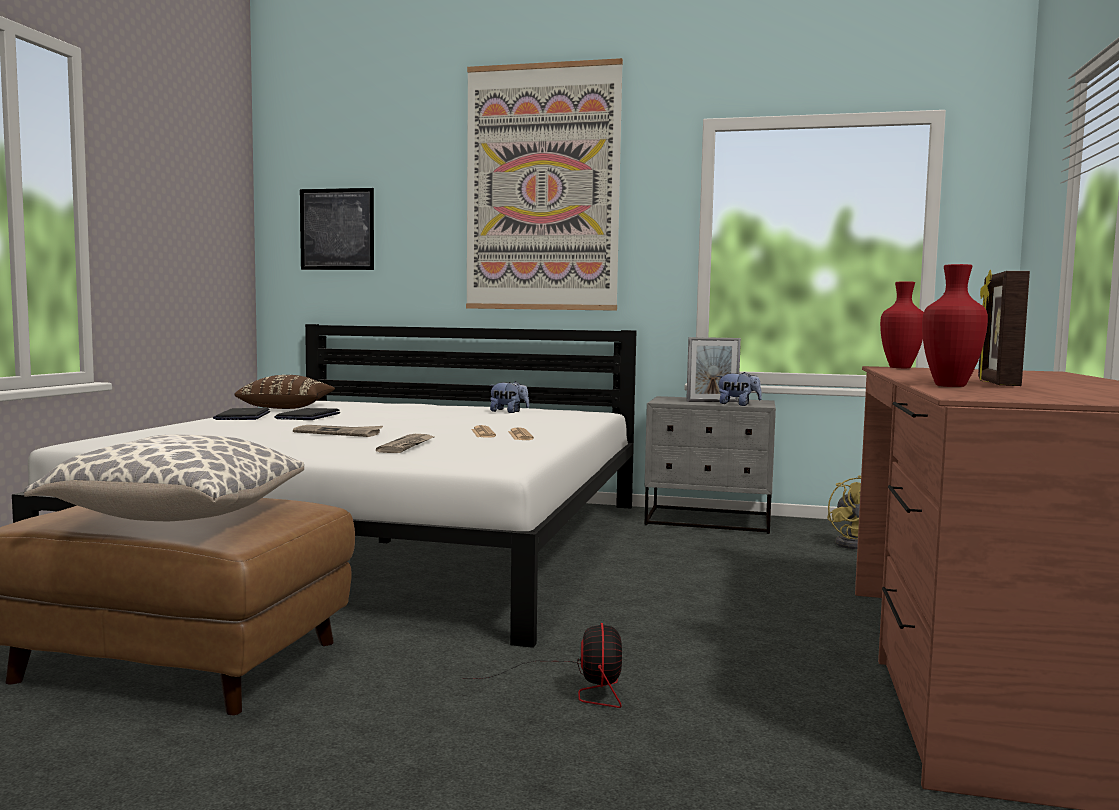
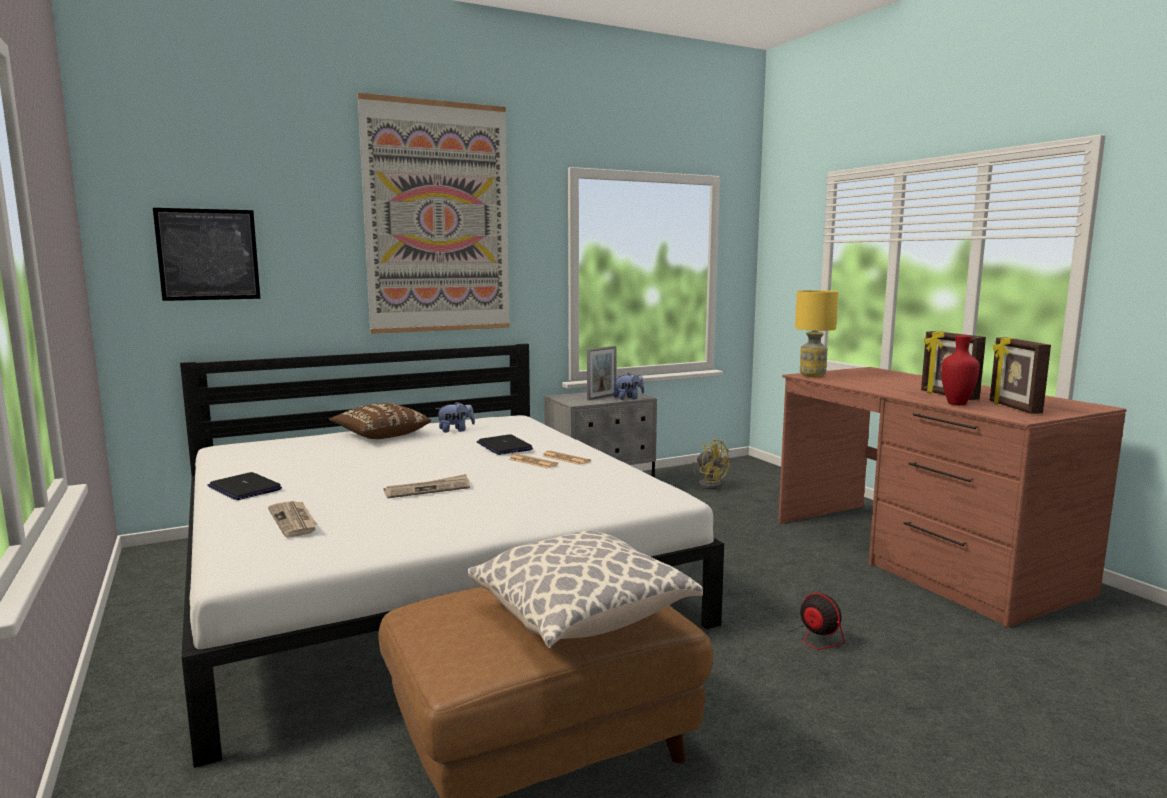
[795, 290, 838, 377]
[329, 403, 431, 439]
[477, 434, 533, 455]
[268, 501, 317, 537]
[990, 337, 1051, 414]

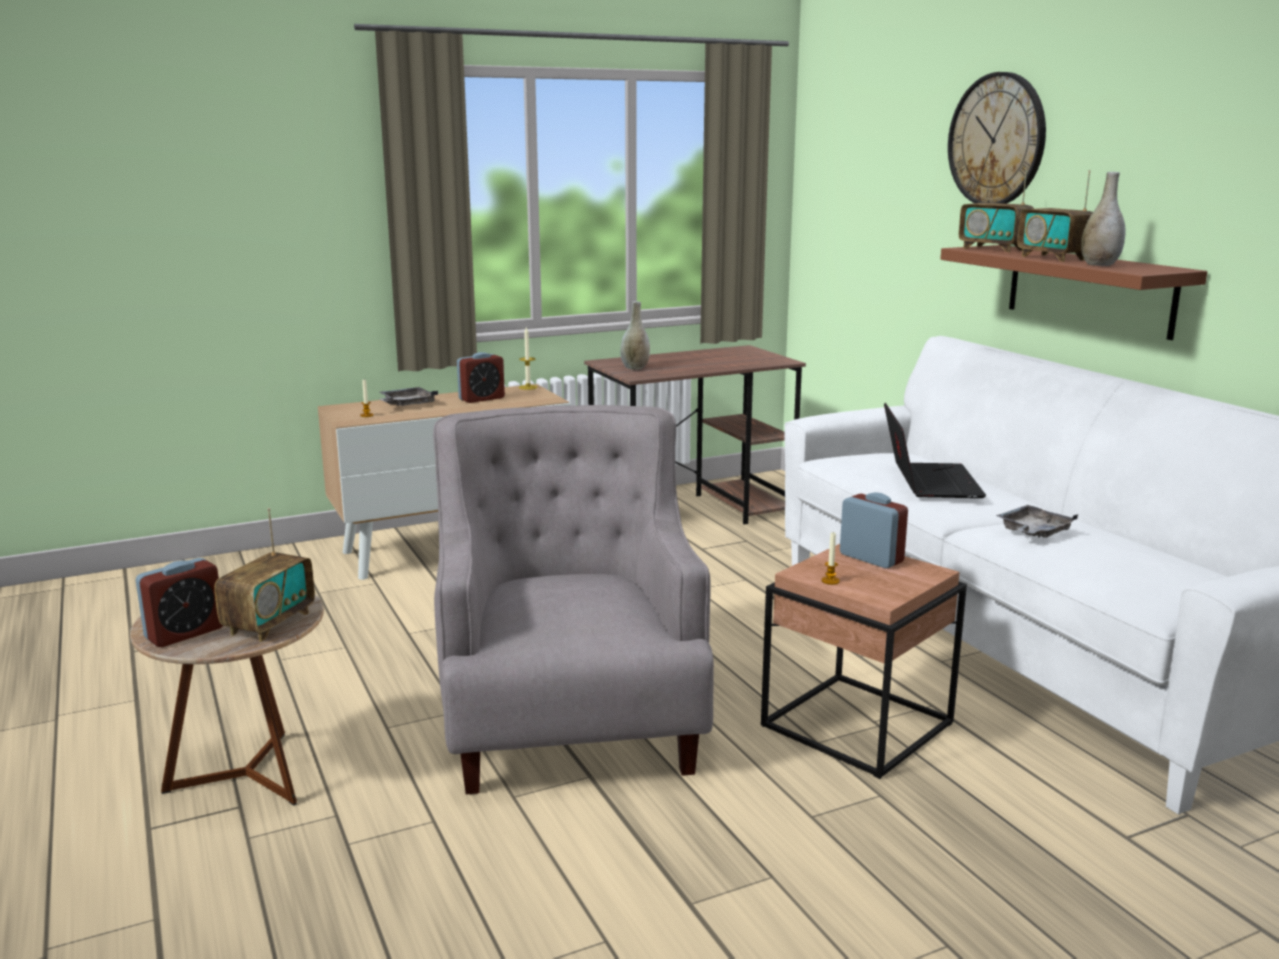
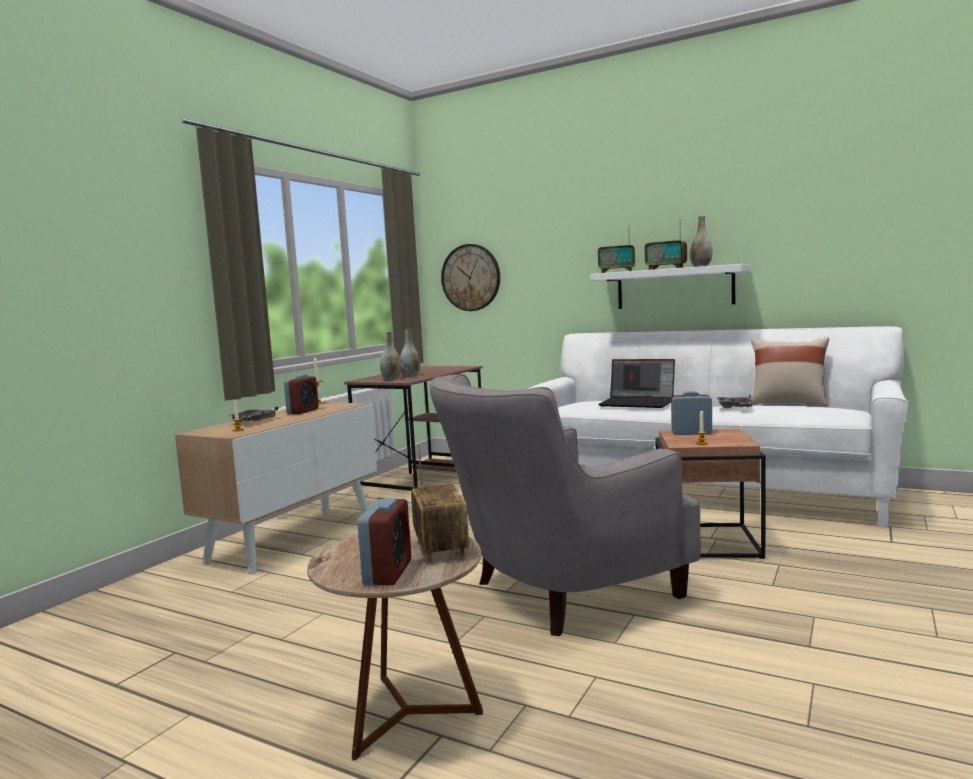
[441, 244, 500, 311]
[590, 264, 751, 309]
[598, 359, 675, 408]
[430, 374, 701, 636]
[400, 330, 420, 376]
[751, 337, 829, 407]

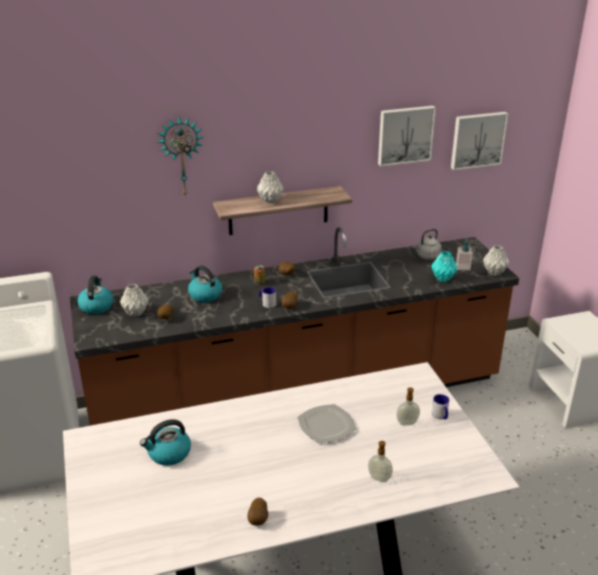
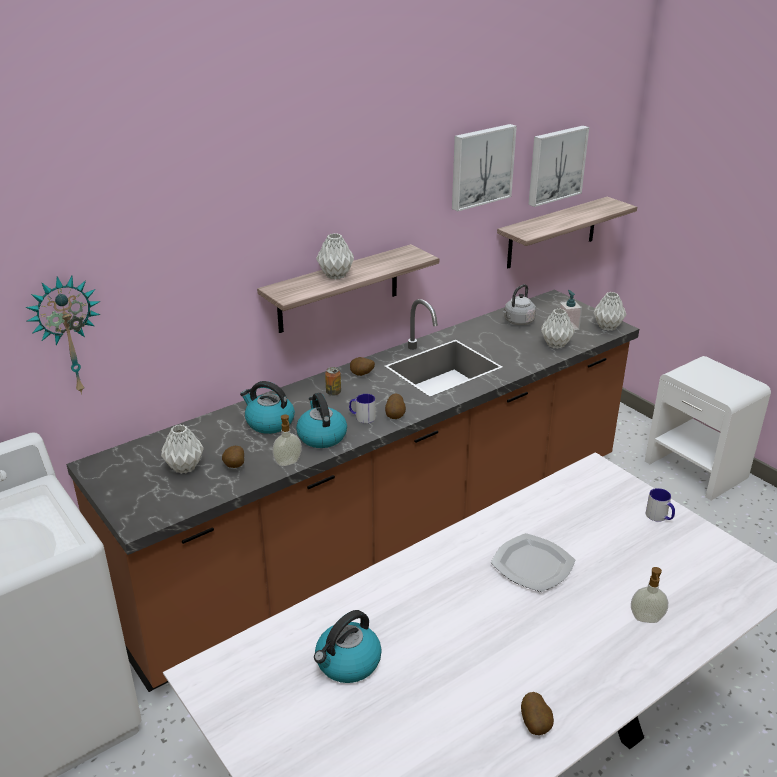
[25, 276, 100, 395]
[541, 309, 575, 349]
[296, 393, 347, 448]
[272, 414, 302, 466]
[497, 197, 637, 269]

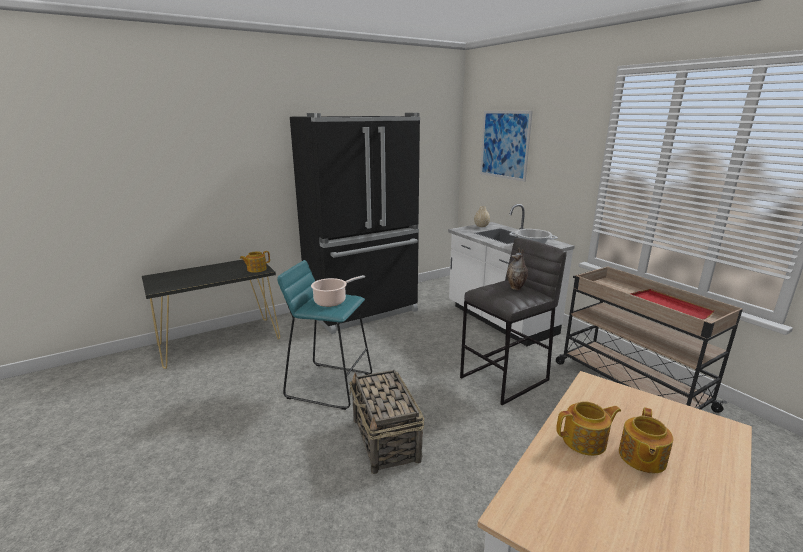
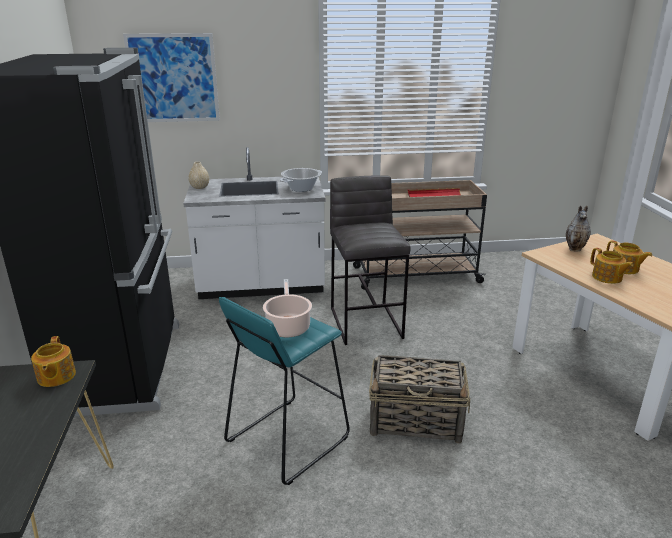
[566, 206, 591, 251]
[590, 248, 633, 284]

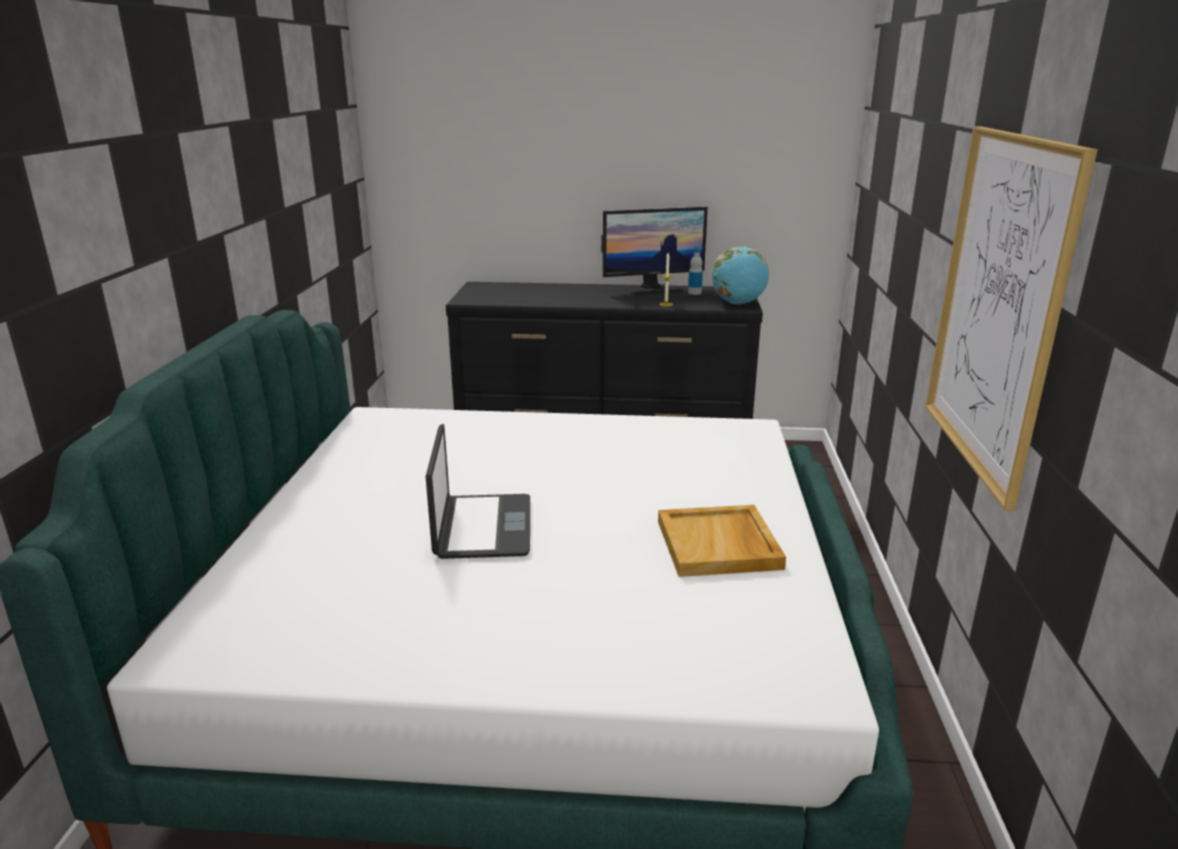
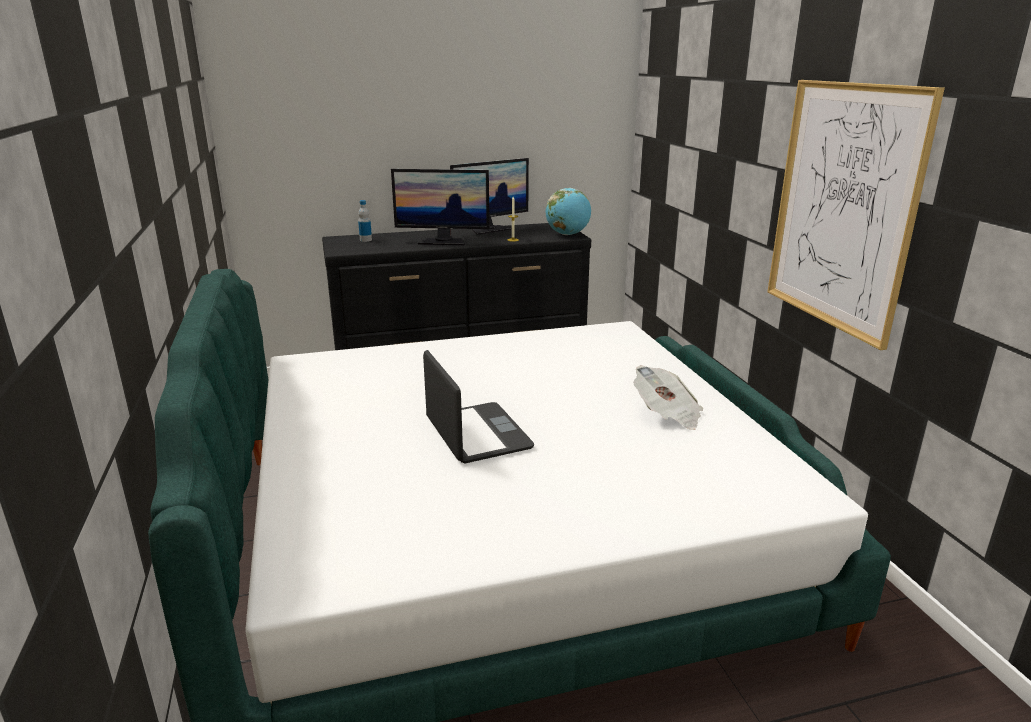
[358, 200, 372, 242]
[633, 365, 703, 430]
[391, 169, 490, 245]

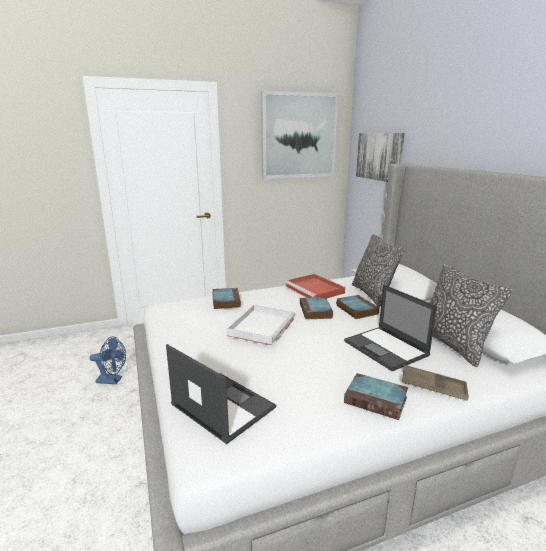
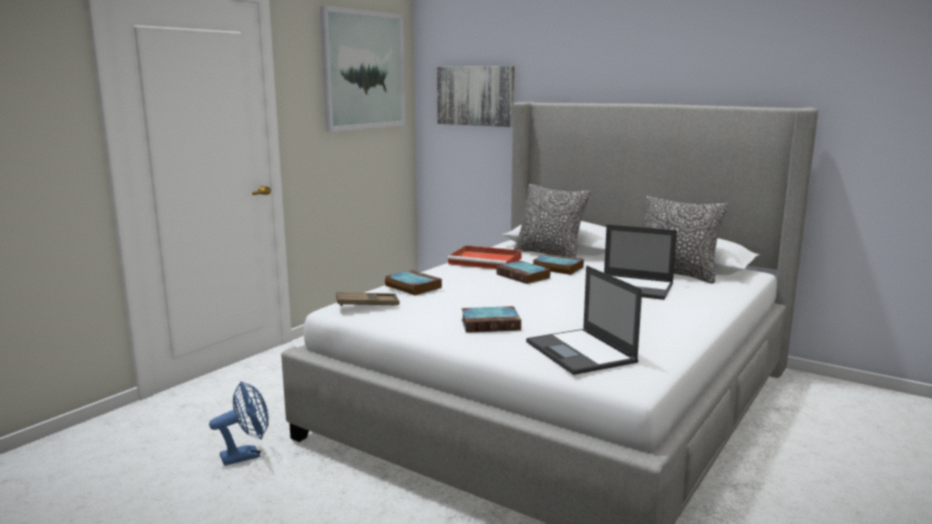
[227, 305, 295, 345] (first image)
[526, 266, 642, 375]
[336, 292, 400, 306]
[461, 306, 521, 333]

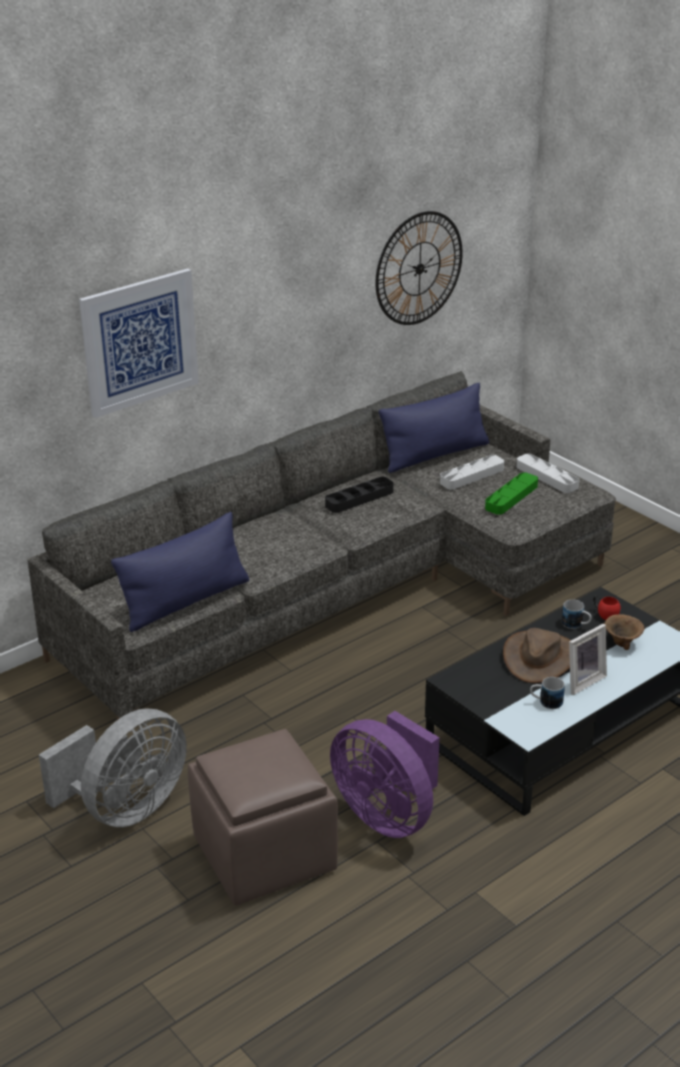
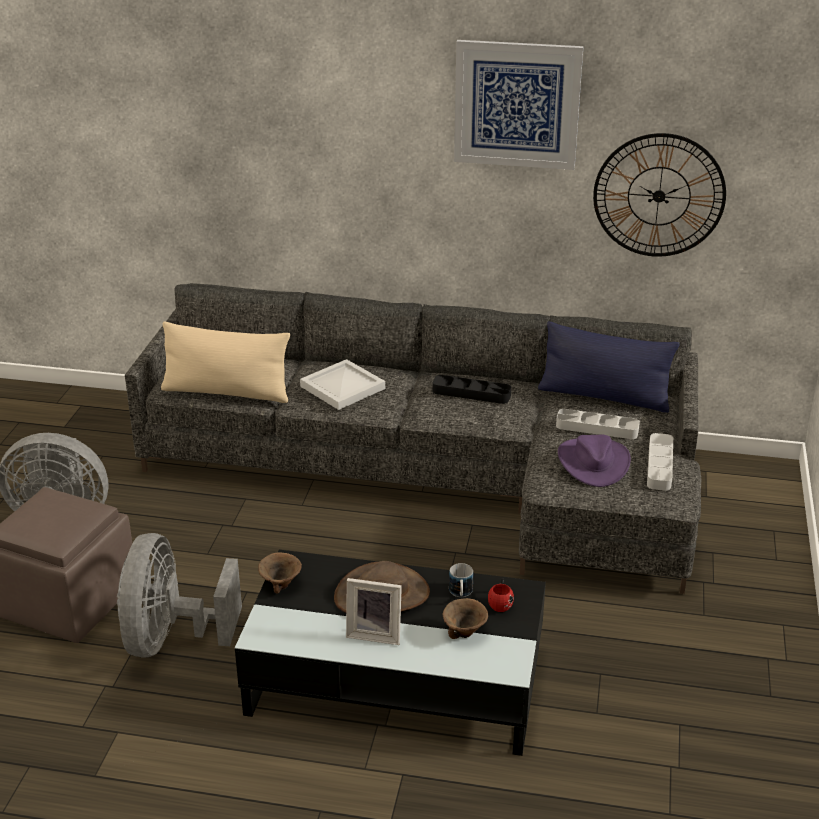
[454, 40, 584, 170]
[558, 434, 631, 487]
[161, 322, 290, 403]
[530, 677, 565, 709] (first image)
[117, 533, 242, 658]
[300, 359, 385, 410]
[258, 552, 302, 593]

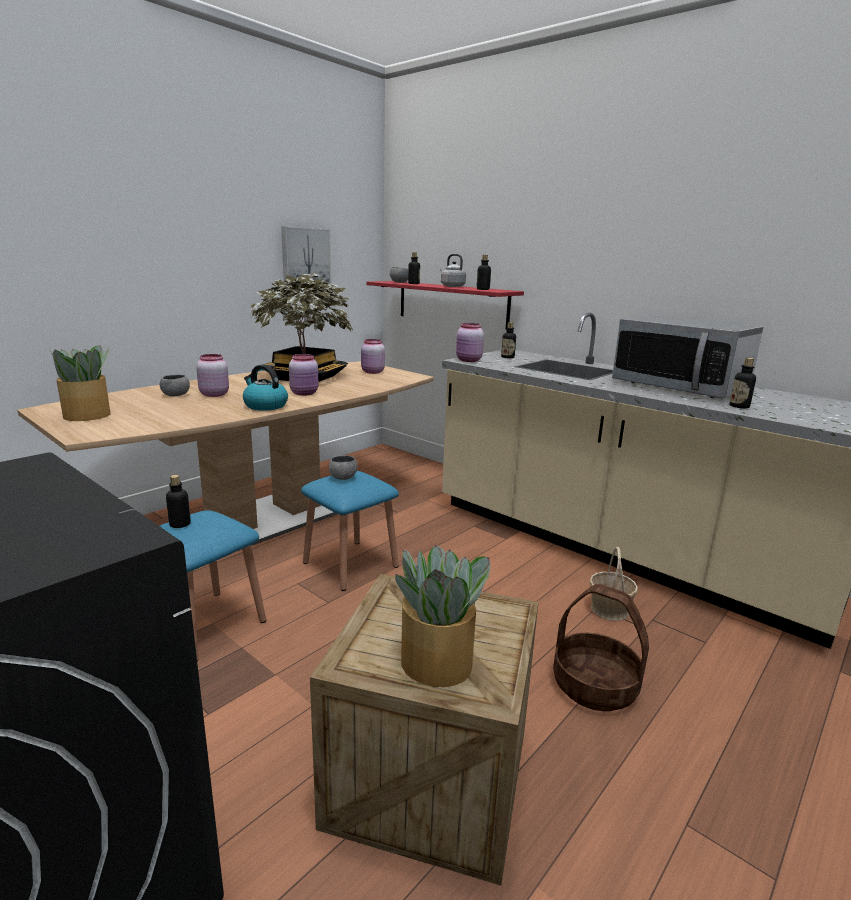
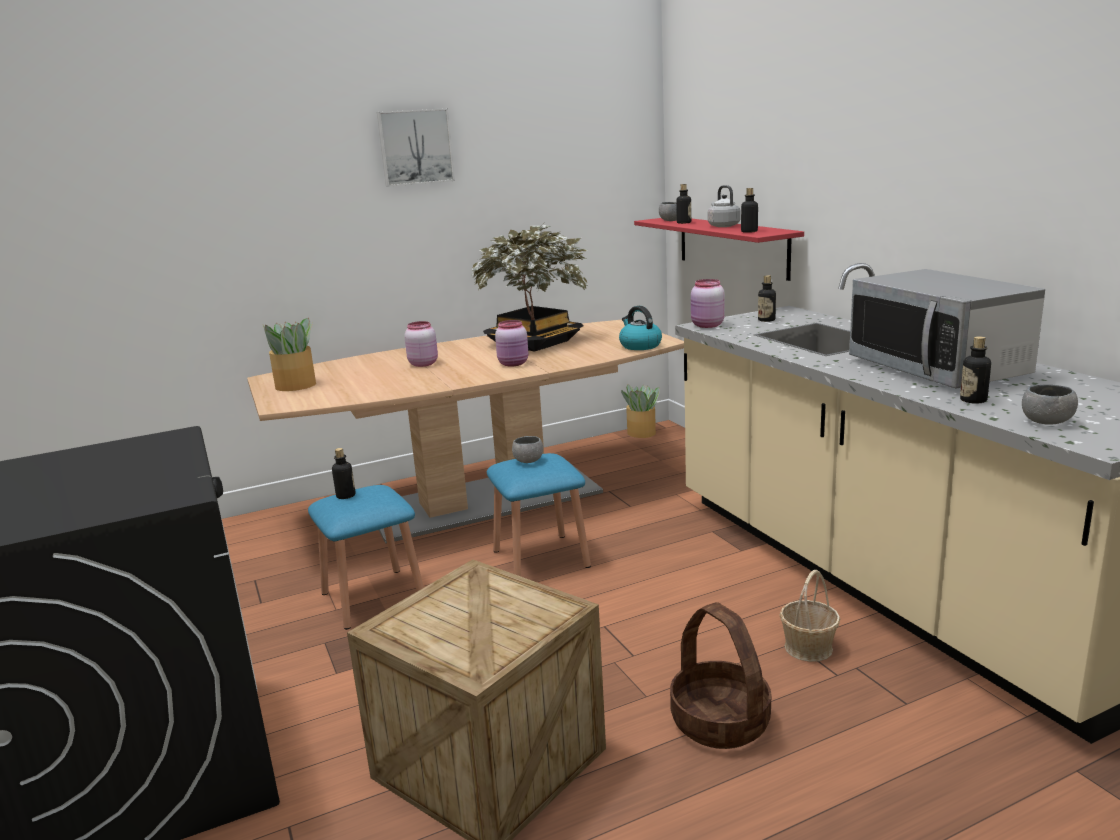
[377, 108, 455, 187]
[361, 339, 385, 374] (first image)
[619, 306, 662, 350]
[1022, 384, 1078, 425]
[621, 384, 660, 438]

